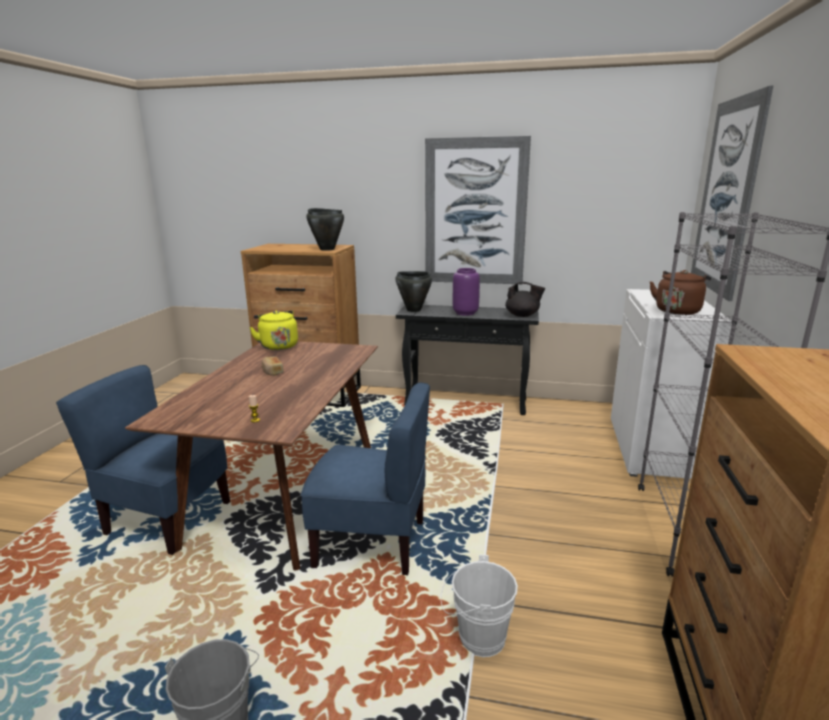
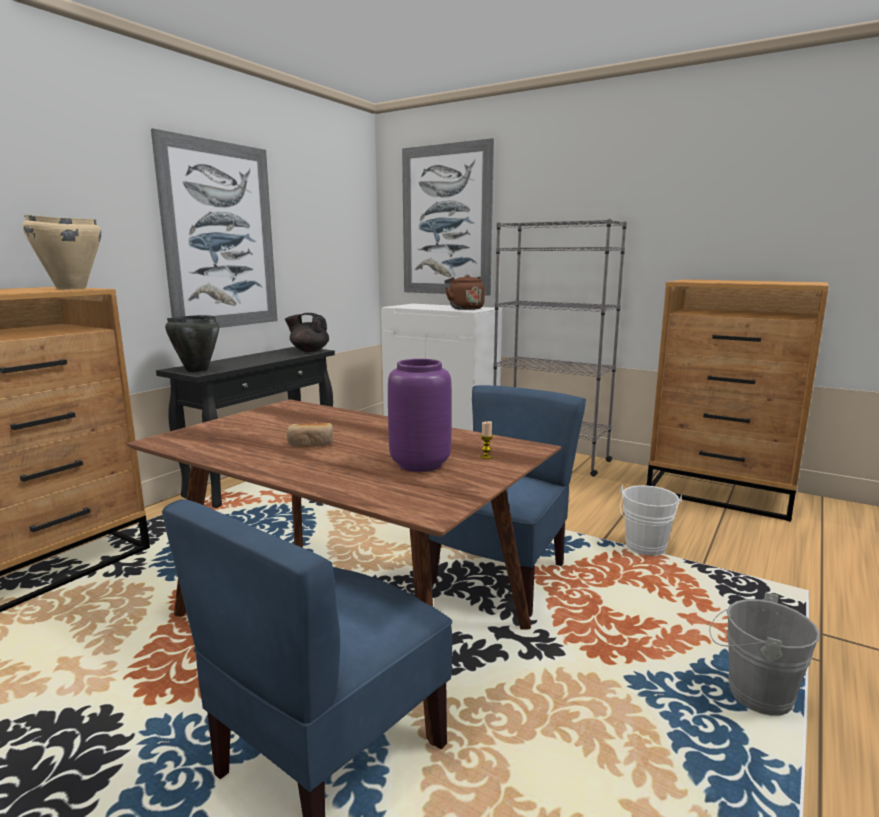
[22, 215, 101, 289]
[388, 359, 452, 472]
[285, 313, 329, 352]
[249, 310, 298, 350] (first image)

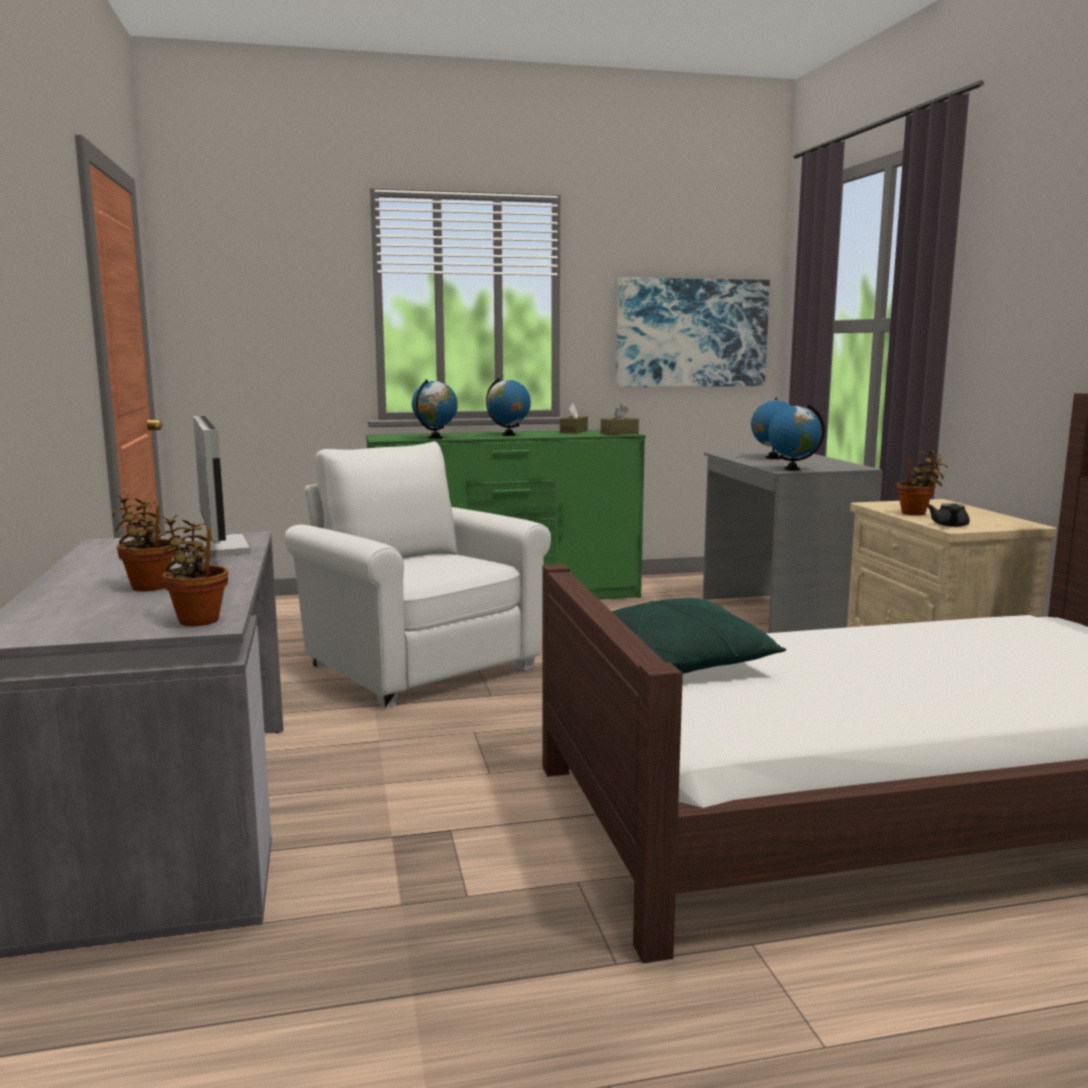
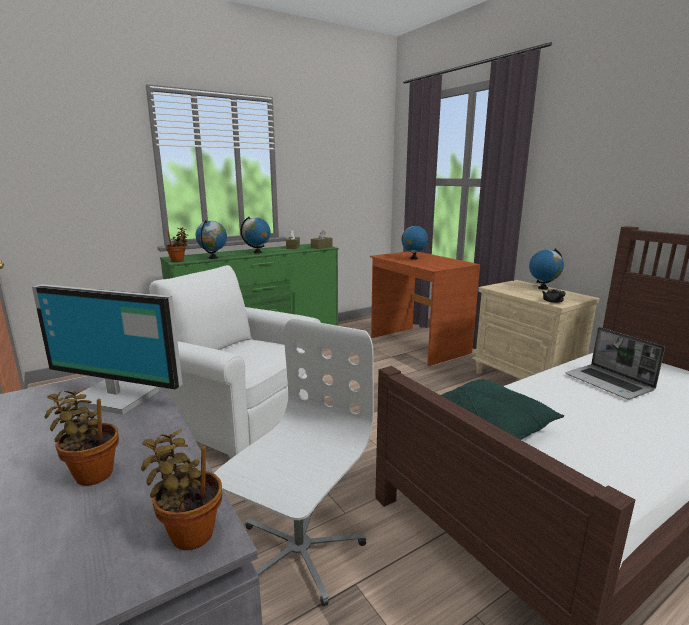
[616, 277, 770, 387] (first image)
[529, 248, 564, 290]
[32, 284, 183, 415]
[370, 251, 480, 366]
[165, 227, 188, 262]
[214, 318, 374, 607]
[565, 327, 665, 400]

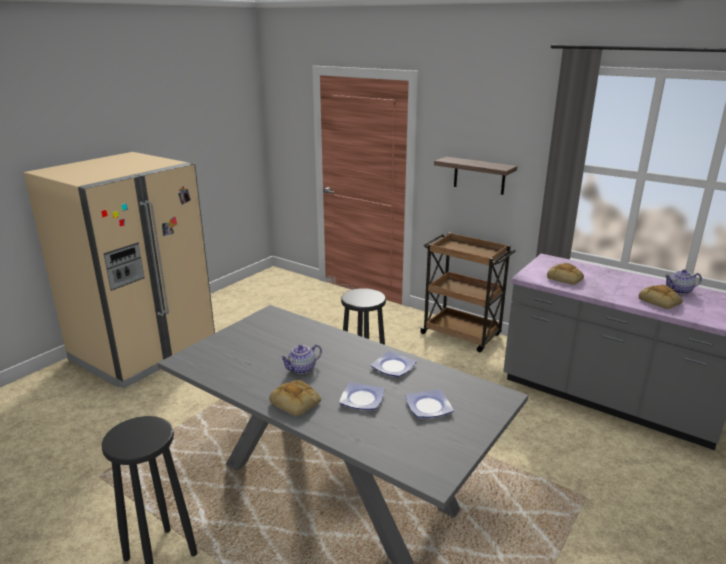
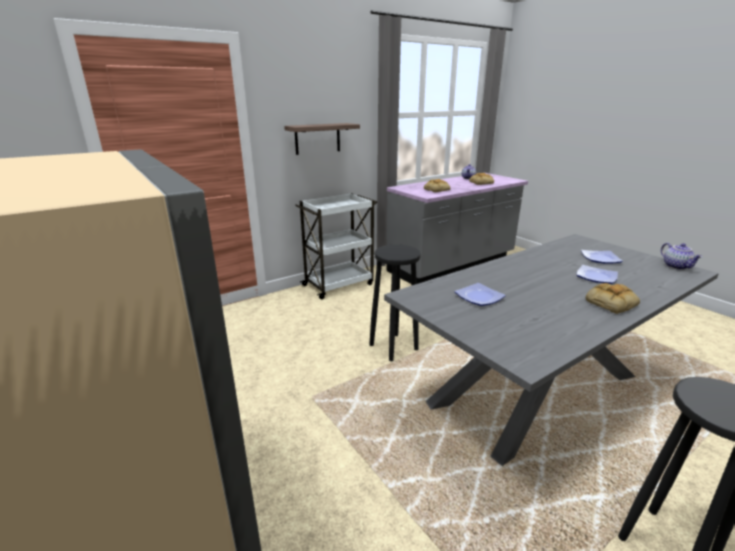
[295, 193, 377, 299]
[661, 243, 702, 270]
[454, 283, 506, 306]

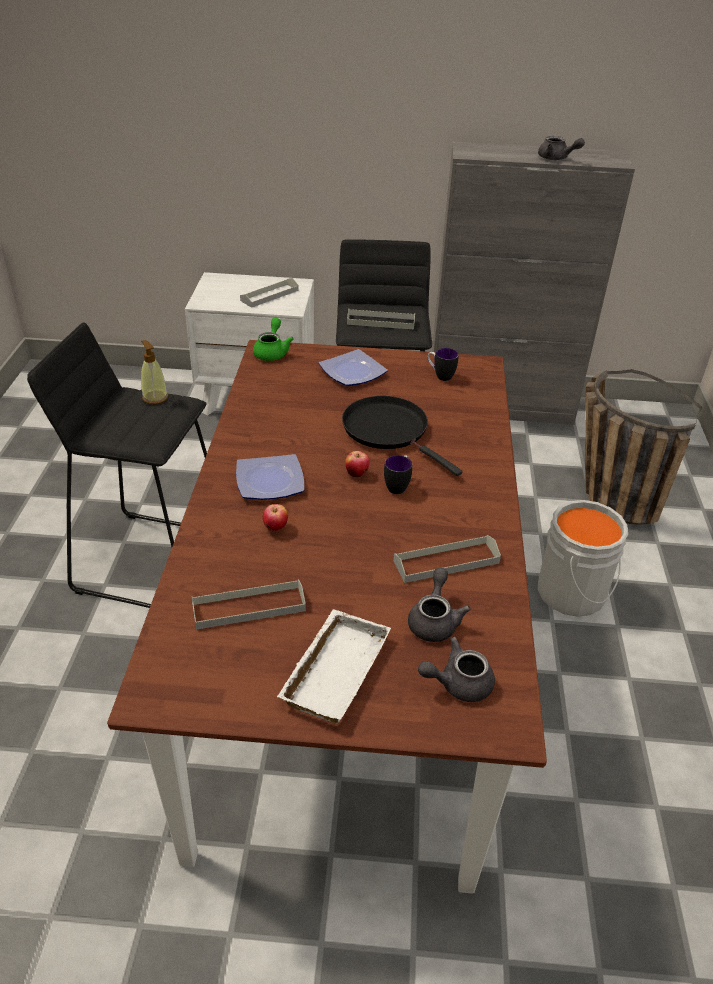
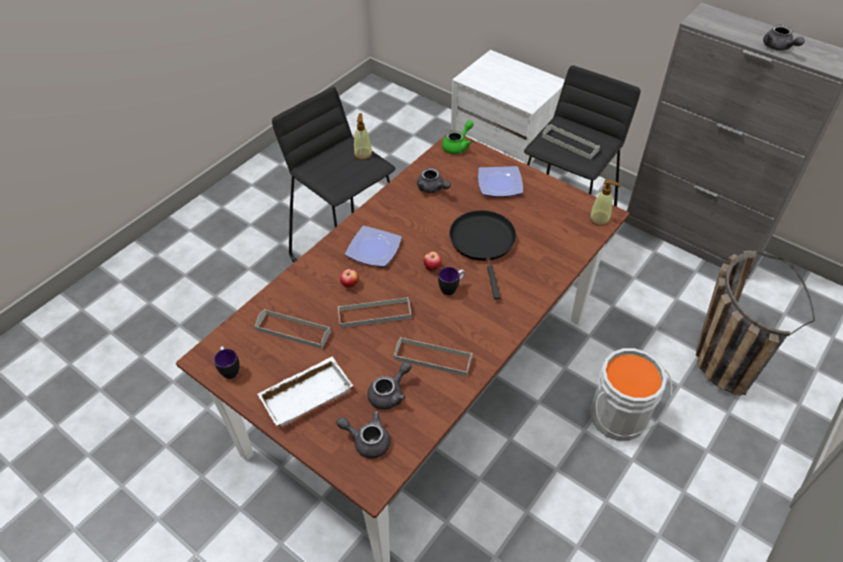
[338, 297, 411, 328]
[214, 346, 240, 379]
[417, 168, 451, 193]
[589, 179, 621, 226]

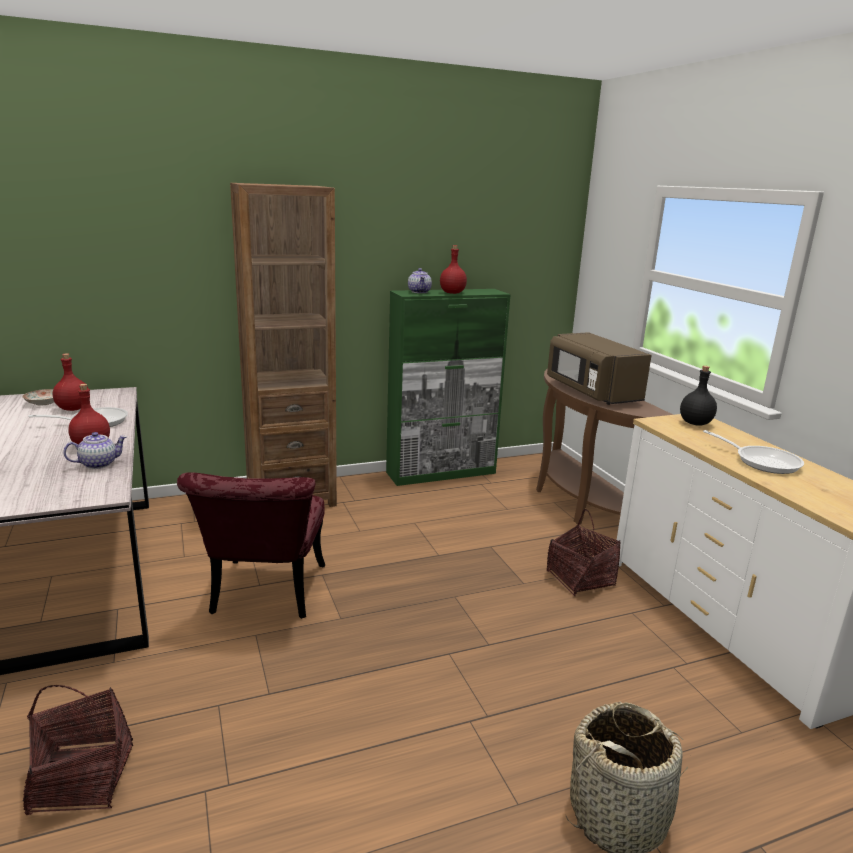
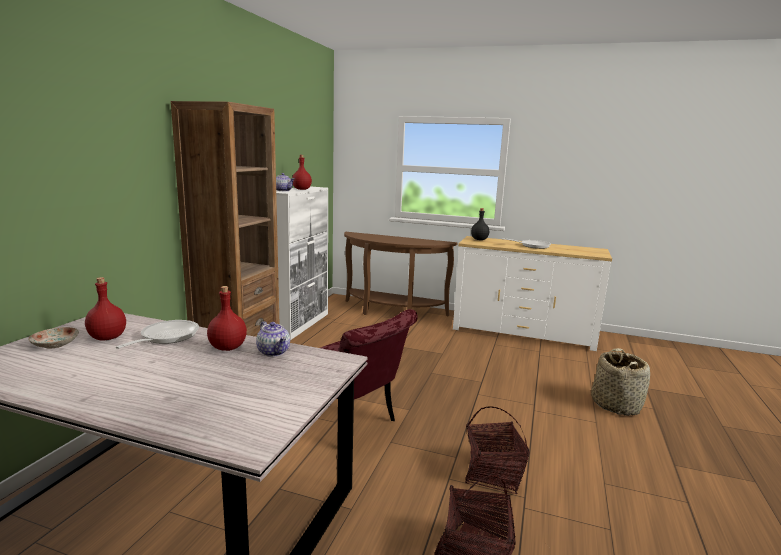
[276, 186, 328, 340]
[547, 332, 652, 405] (first image)
[256, 321, 290, 357]
[465, 406, 530, 494]

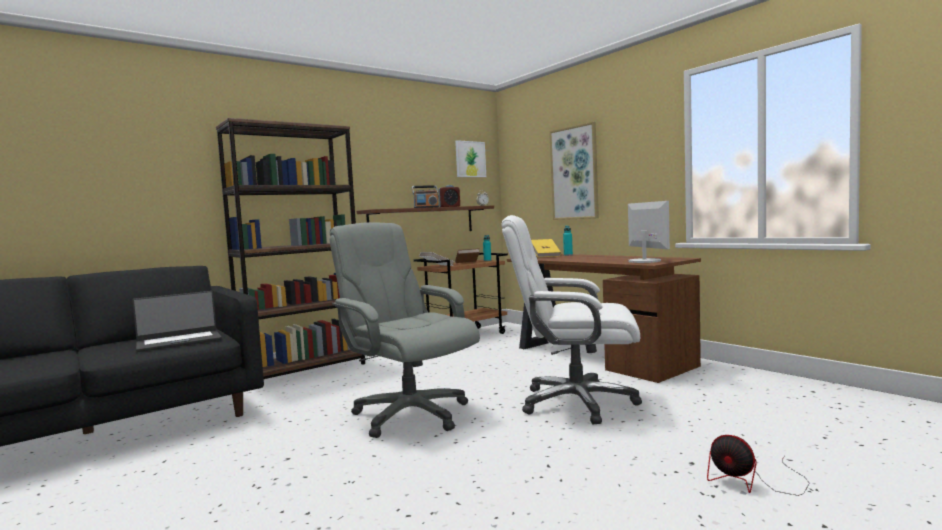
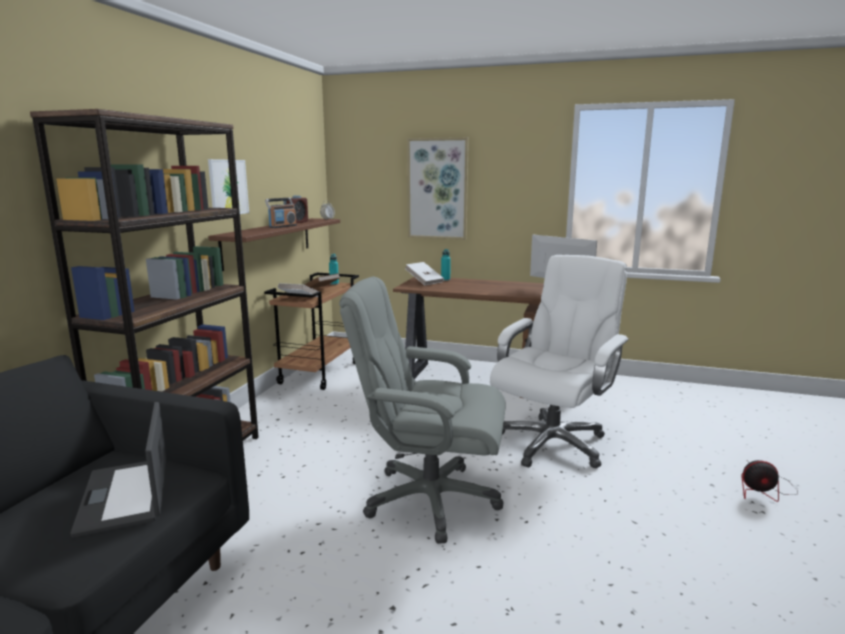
[208, 159, 249, 214]
[490, 255, 629, 468]
[405, 262, 444, 285]
[70, 402, 166, 538]

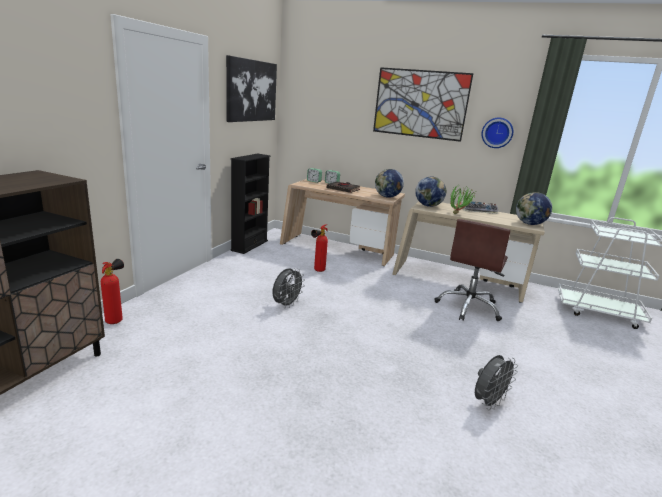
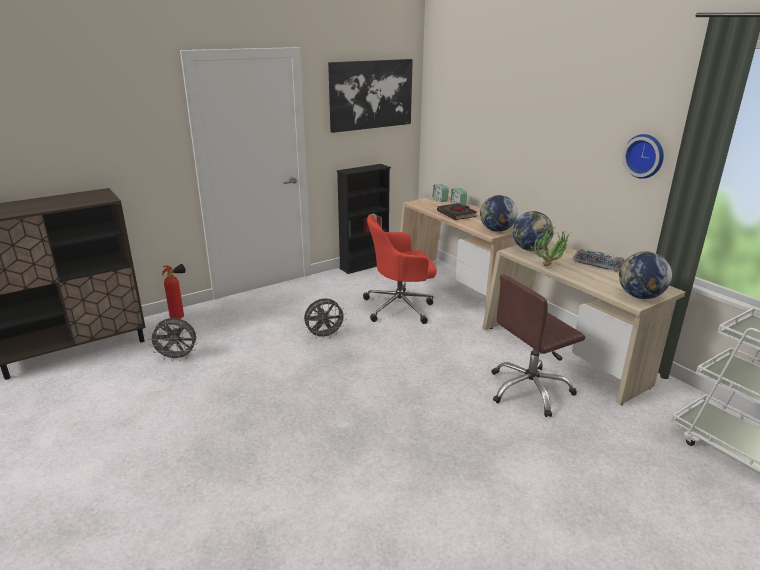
[373, 67, 473, 142] (first image)
[363, 215, 437, 324]
[148, 318, 198, 362]

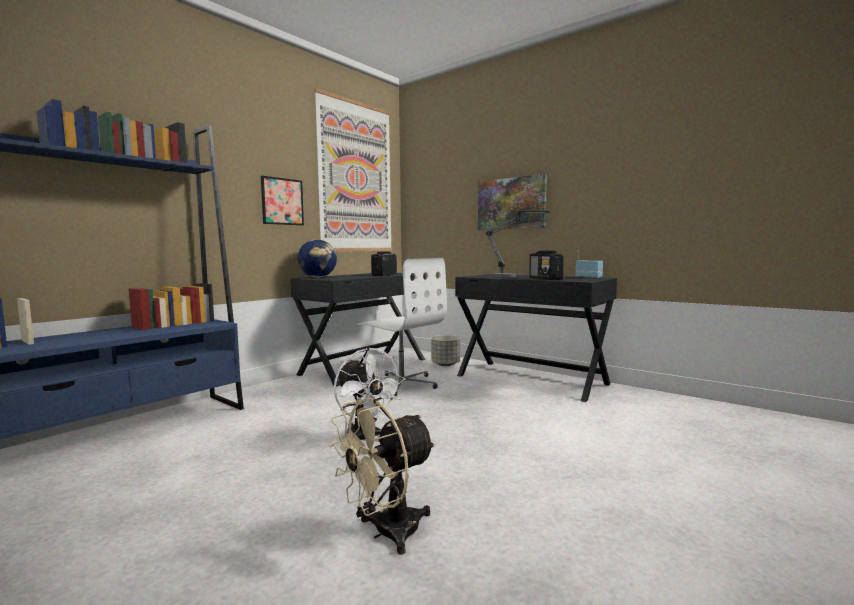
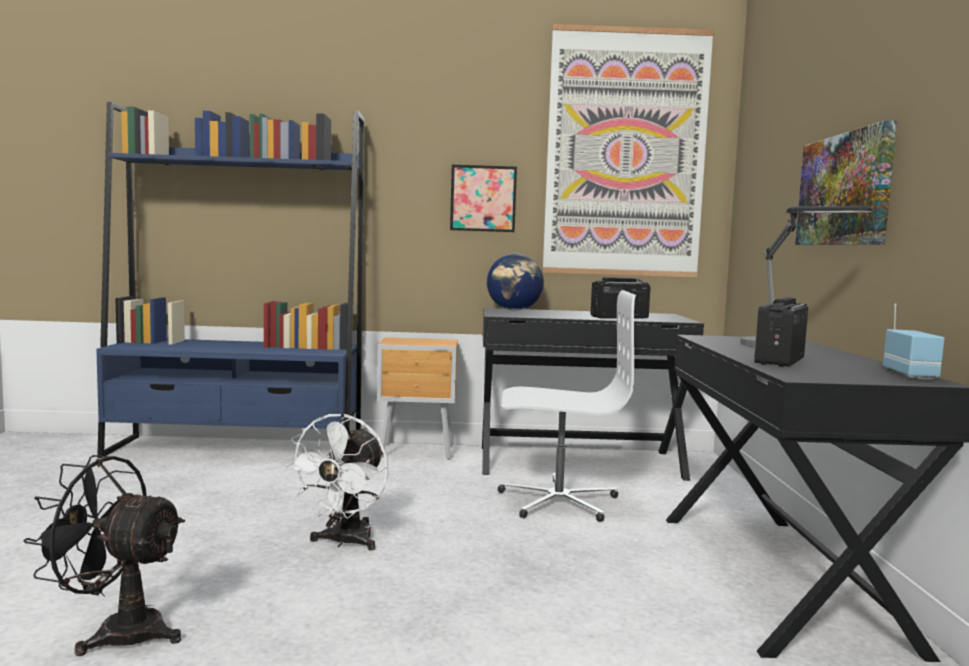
[498, 290, 636, 522]
[431, 335, 460, 366] (first image)
[23, 455, 185, 656]
[377, 337, 458, 460]

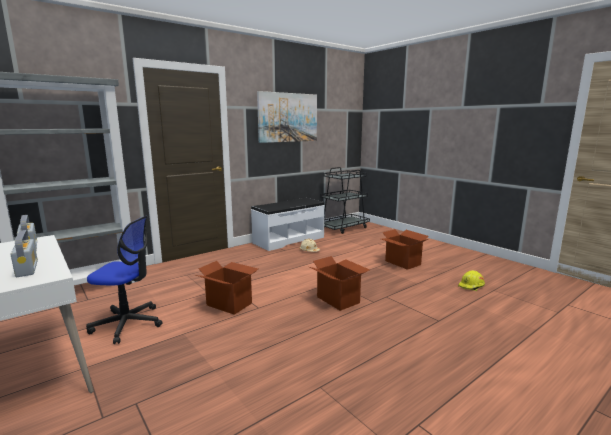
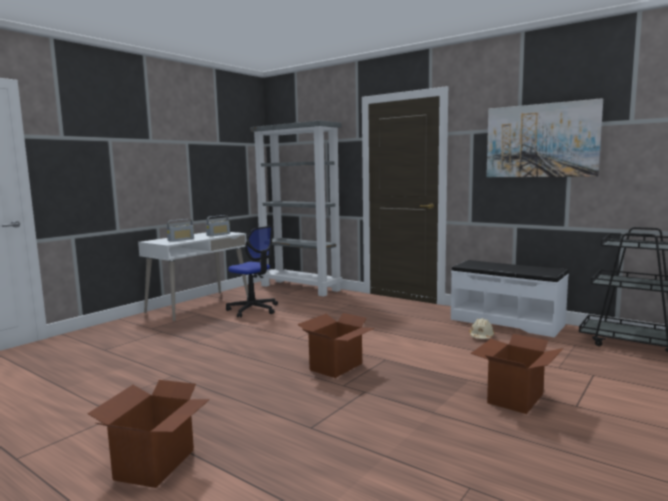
[226, 226, 278, 318]
[87, 380, 210, 488]
[458, 270, 485, 291] (first image)

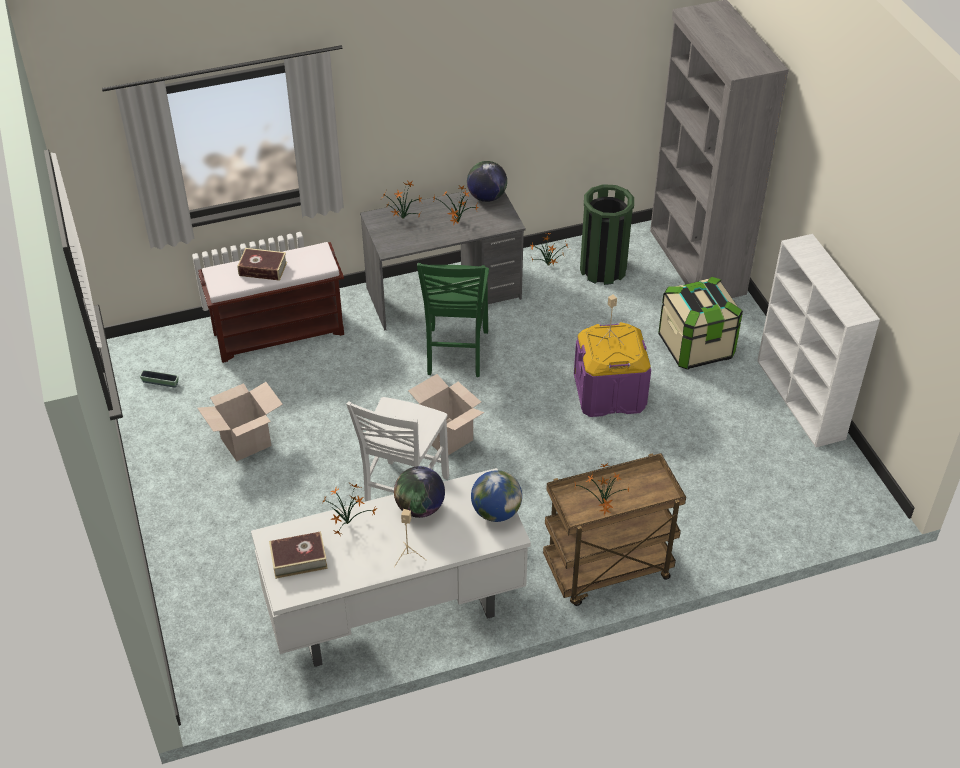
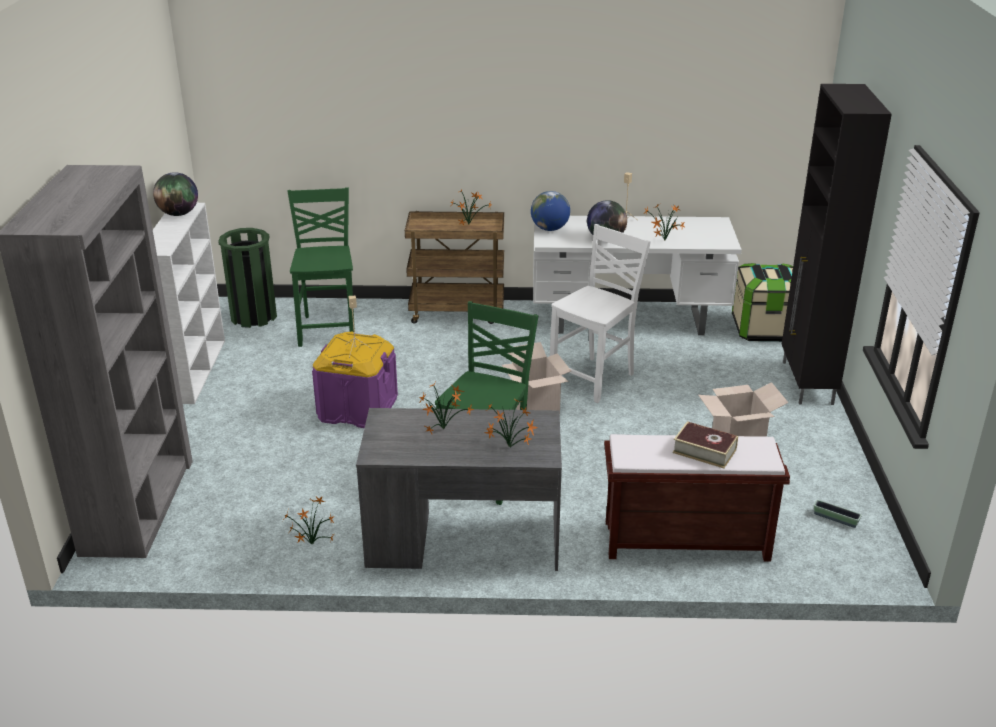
[153, 172, 198, 216]
[218, 228, 277, 328]
[732, 263, 793, 342]
[269, 532, 328, 579] (first image)
[782, 84, 892, 405]
[287, 187, 355, 347]

